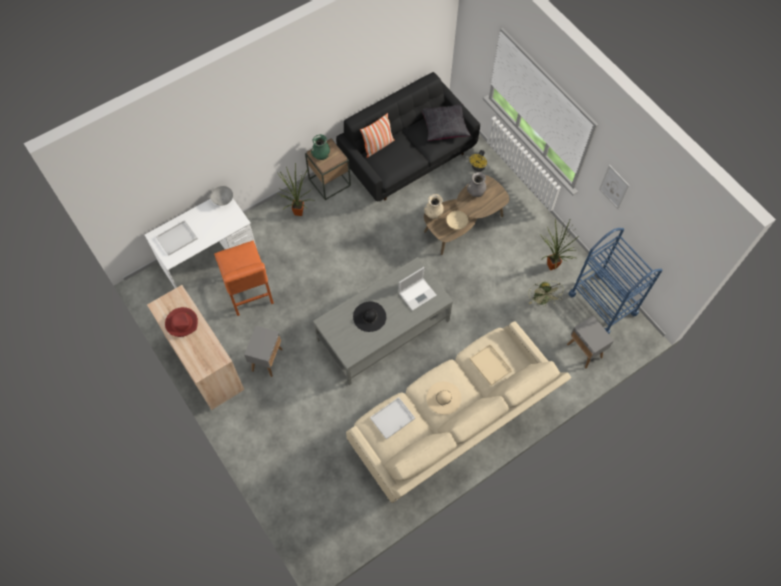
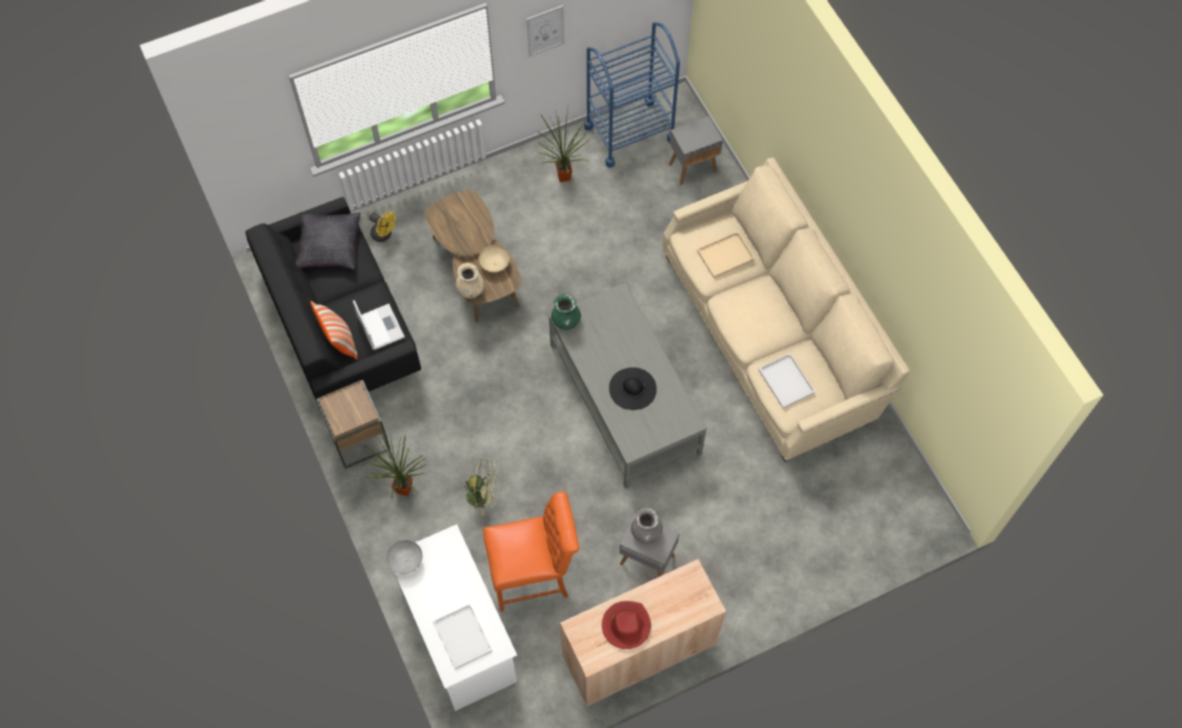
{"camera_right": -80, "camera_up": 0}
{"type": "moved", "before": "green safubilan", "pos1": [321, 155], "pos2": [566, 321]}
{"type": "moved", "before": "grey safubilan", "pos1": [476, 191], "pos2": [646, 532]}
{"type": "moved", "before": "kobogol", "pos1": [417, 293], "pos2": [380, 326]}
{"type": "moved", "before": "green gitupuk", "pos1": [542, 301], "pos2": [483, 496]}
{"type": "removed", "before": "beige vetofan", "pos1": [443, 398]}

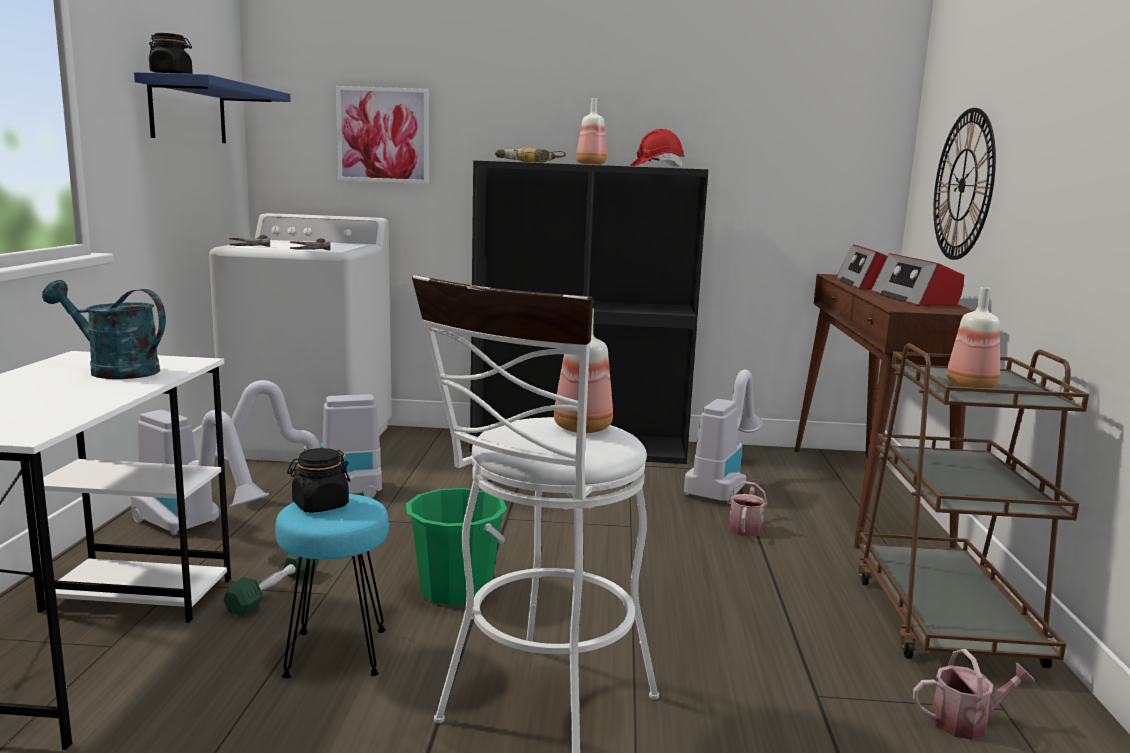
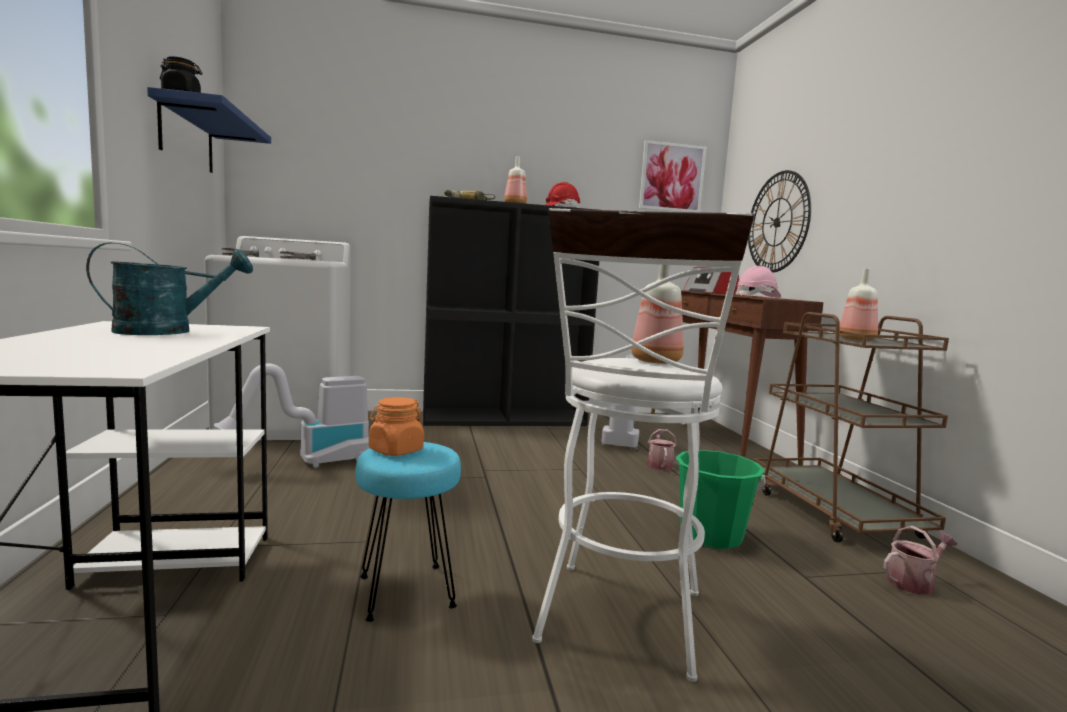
{"camera_right": -15, "camera_up": -5}
{"type": "moved", "before": "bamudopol", "pos1": [383, 135], "pos2": [671, 177]}
{"type": "replaced", "before": "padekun", "after": "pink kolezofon", "pos1": [914, 299], "pos2": [758, 296]}
{"type": "turned", "before": "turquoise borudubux", "pos1": [114, 370], "pos2": [168, 331], "turn": 150}
{"type": "removed", "before": "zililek", "pos1": [196, 528]}
{"type": "recoloured", "before": "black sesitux", "after": "orange sesitux", "pos1": [320, 505], "pos2": [396, 450]}
{"type": "moved", "before": "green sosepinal", "pos1": [455, 590], "pos2": [711, 536]}
{"type": "removed", "before": "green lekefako", "pos1": [274, 592]}

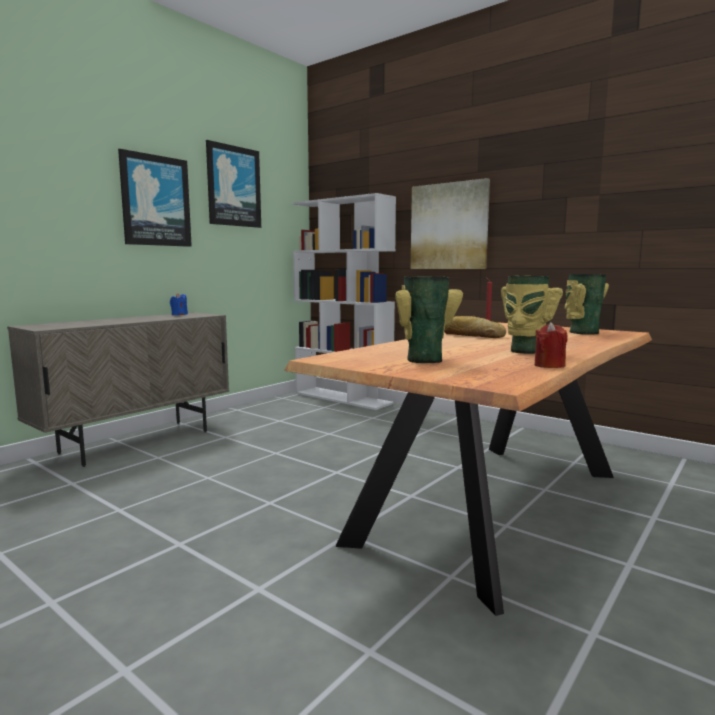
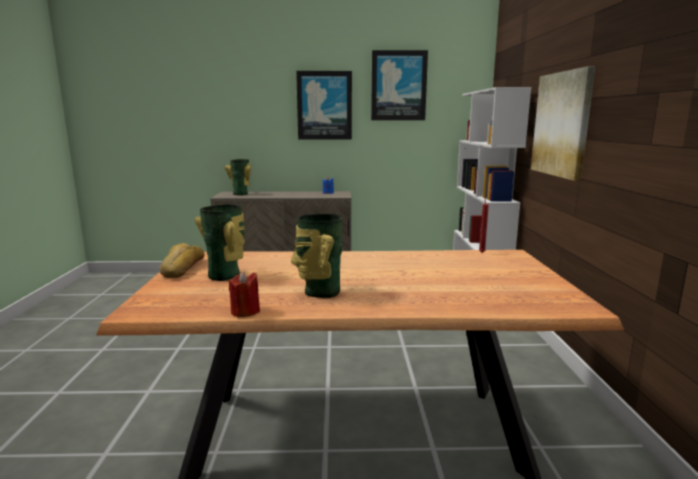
{"camera_right": 50, "camera_up": 5}
{"type": "moved", "before": "safubilan", "pos1": [582, 332], "pos2": [241, 194]}
{"type": "moved", "before": "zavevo", "pos1": [473, 335], "pos2": [181, 268]}

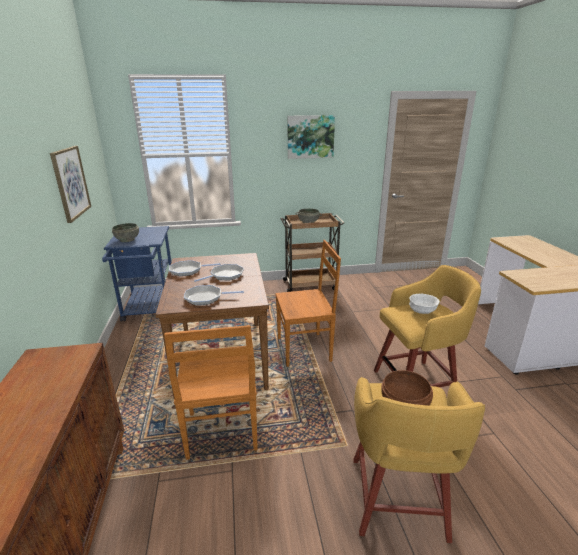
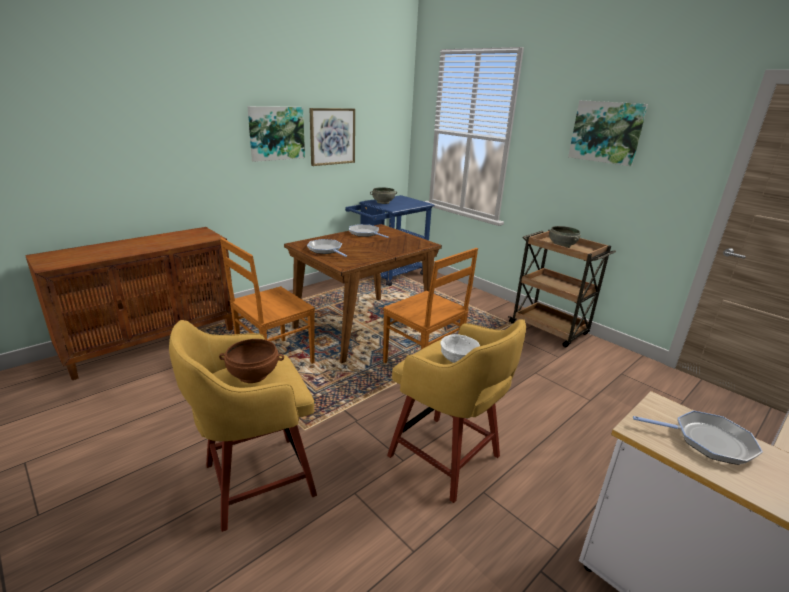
{"camera_right": 55, "camera_up": 0}
{"type": "moved", "before": "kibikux", "pos1": [225, 275], "pos2": [708, 441]}
{"type": "added", "after": "bamudopol", "pos2": [276, 133]}

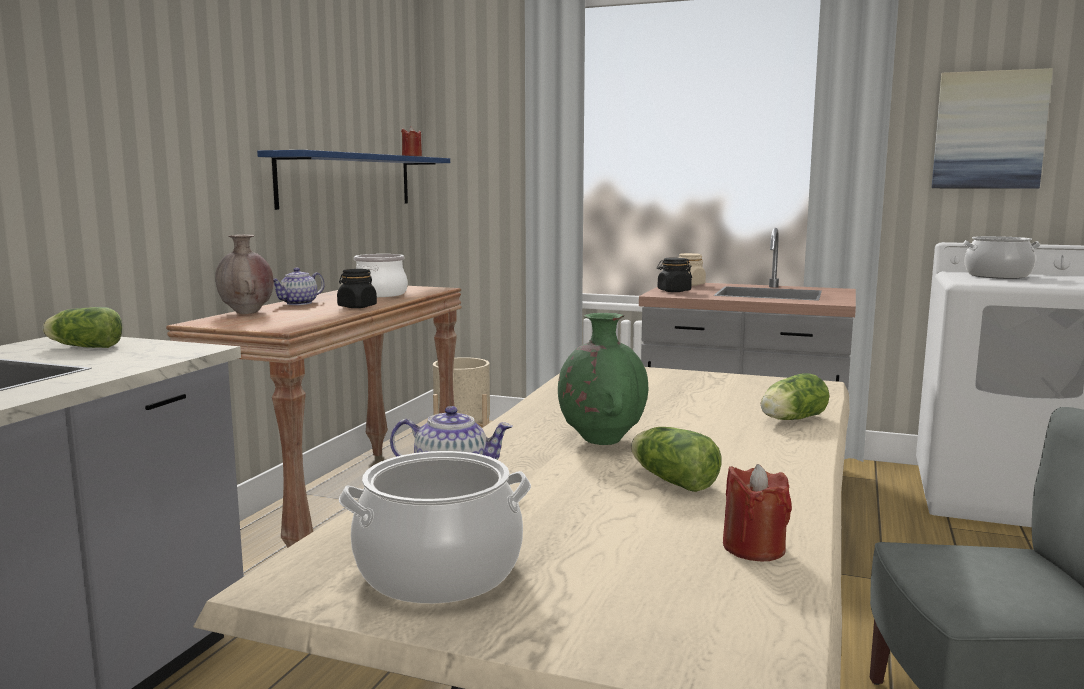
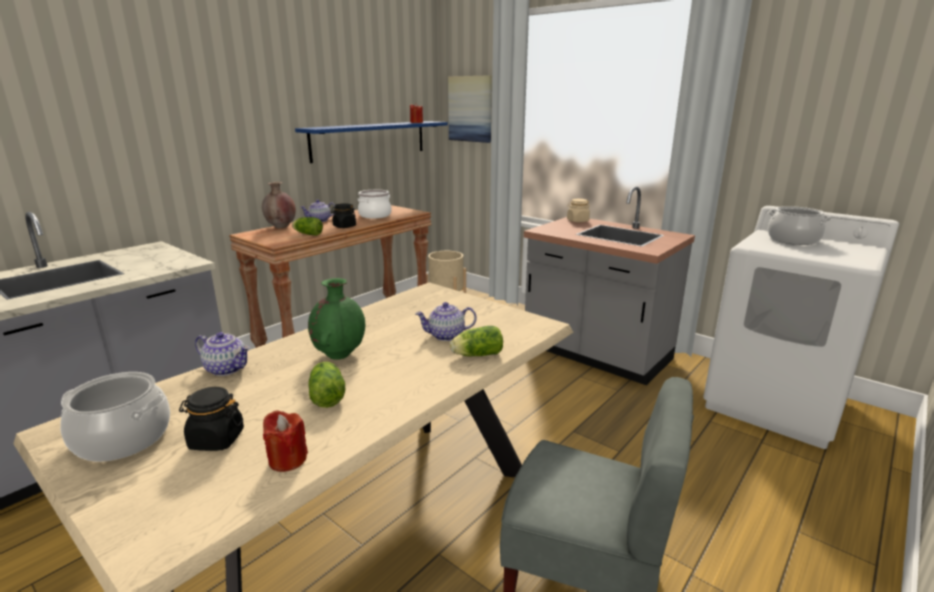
{"camera_right": 20, "camera_up": 10}
{"type": "moved", "before": "bamudopol", "pos1": [989, 130], "pos2": [470, 109]}
{"type": "moved", "before": "black sesitux", "pos1": [673, 291], "pos2": [216, 440]}
{"type": "moved", "before": "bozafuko", "pos1": [83, 347], "pos2": [307, 234]}
{"type": "added", "after": "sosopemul", "pos2": [446, 336]}

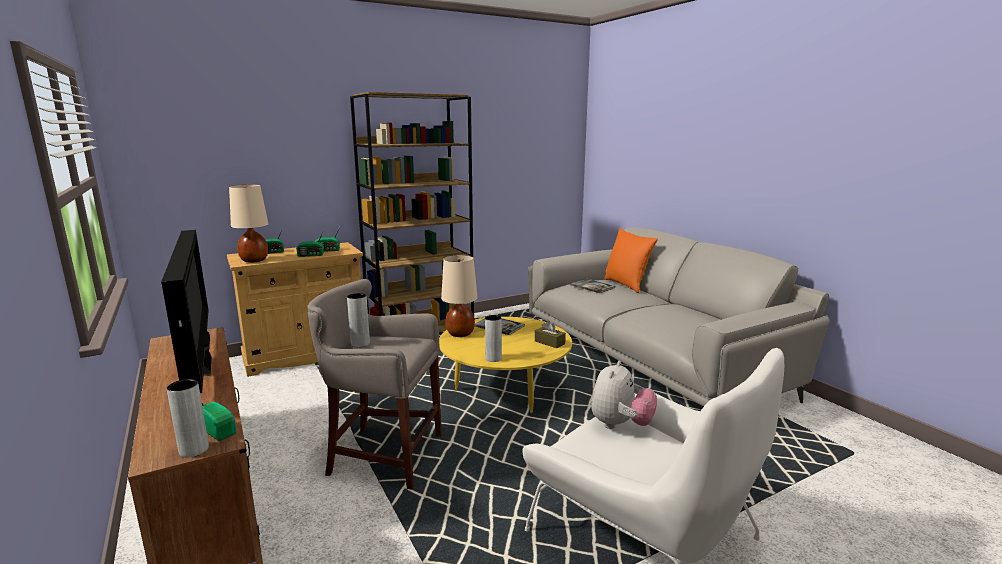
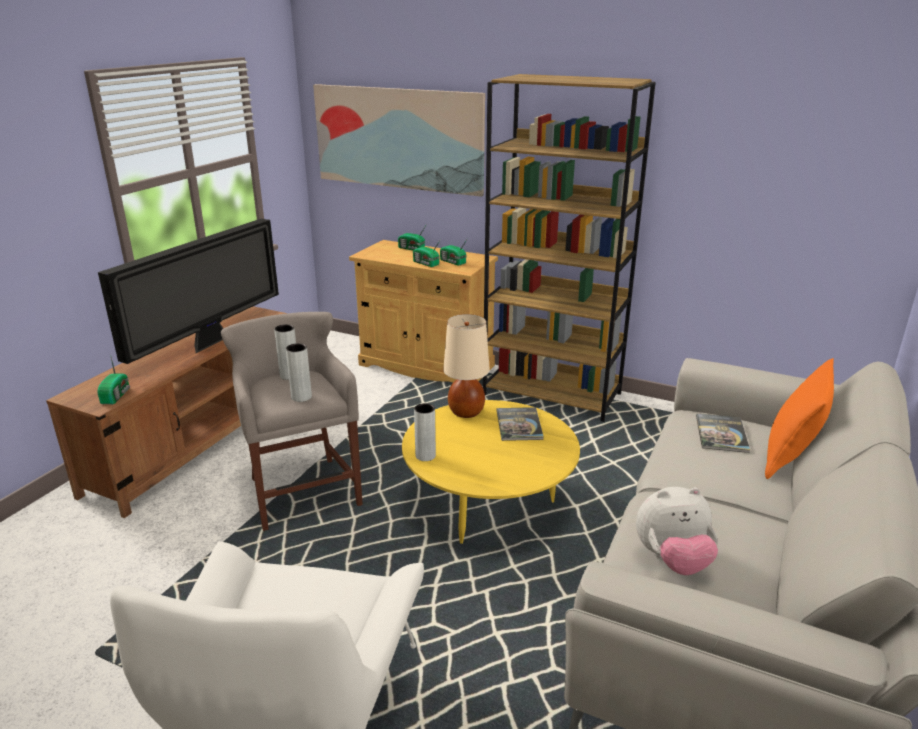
{"camera_right": 55, "camera_up": 10}
{"type": "removed", "before": "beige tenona", "pos1": [254, 260]}
{"type": "removed", "before": "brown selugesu", "pos1": [549, 342]}
{"type": "moved", "before": "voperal", "pos1": [620, 425], "pos2": [672, 560]}
{"type": "moved", "before": "grey safubilan", "pos1": [194, 450], "pos2": [301, 397]}
{"type": "added", "after": "bamudopol", "pos2": [398, 138]}

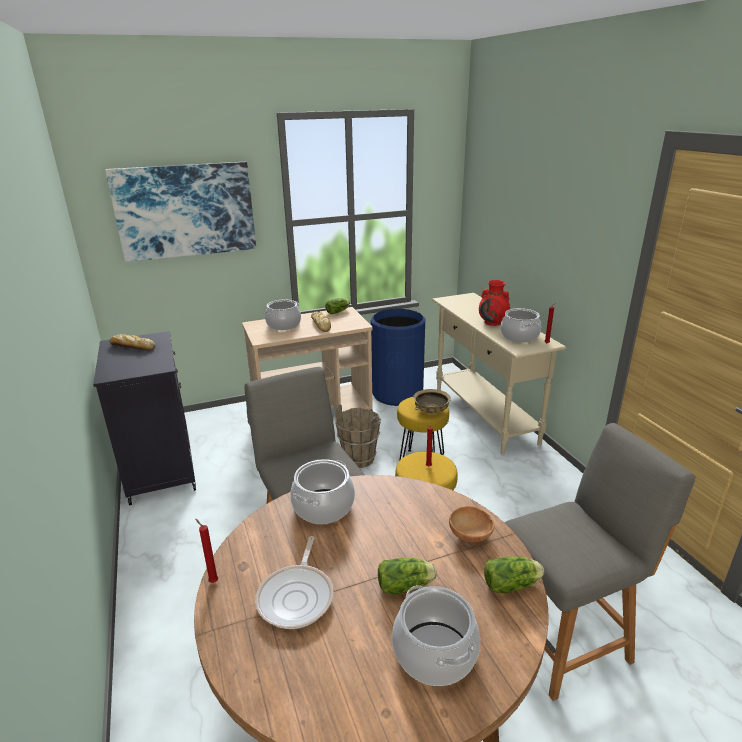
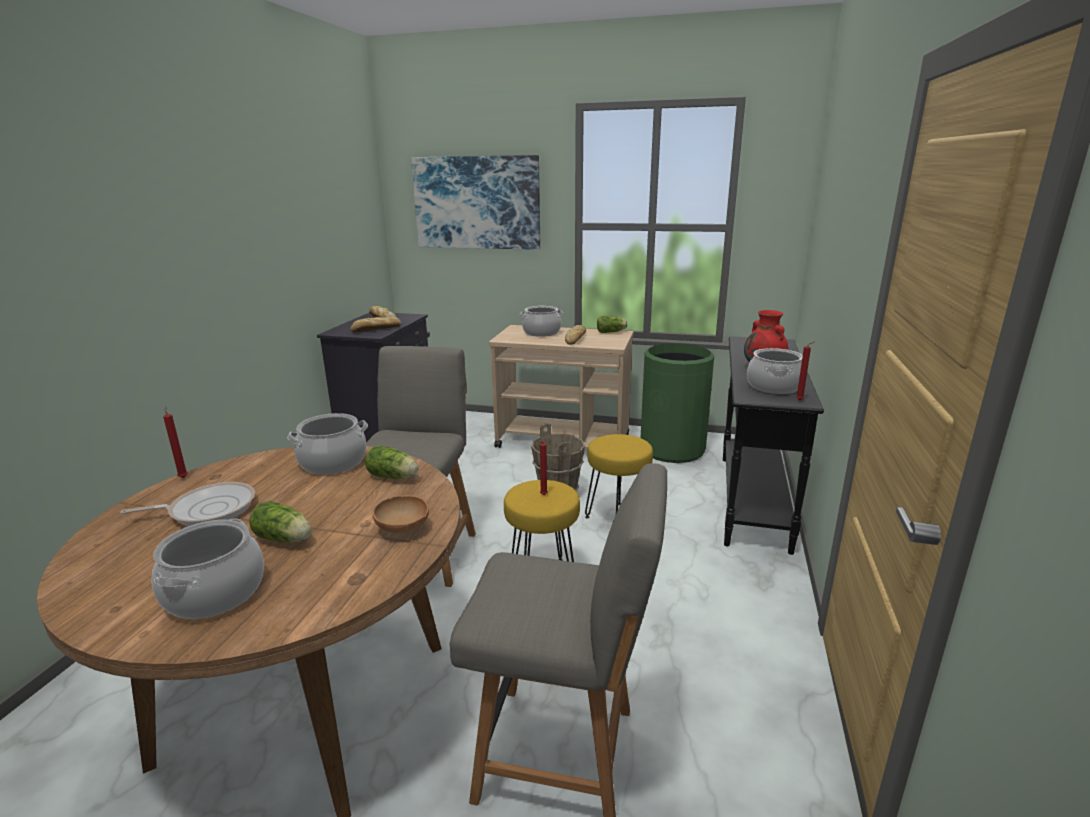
{"camera_right": 35, "camera_up": -5}
{"type": "recoloured", "before": "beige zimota", "after": "black zimota", "pos1": [484, 416], "pos2": [752, 501]}
{"type": "recoloured", "before": "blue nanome", "after": "green nanome", "pos1": [397, 393], "pos2": [672, 449]}
{"type": "removed", "before": "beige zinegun", "pos1": [431, 410]}
{"type": "turned", "before": "kibikux", "pos1": [297, 596], "pos2": [208, 509], "turn": -150}
{"type": "moved", "before": "bozafuko", "pos1": [513, 584], "pos2": [394, 477]}
{"type": "added", "after": "zavevo", "pos2": [375, 329]}

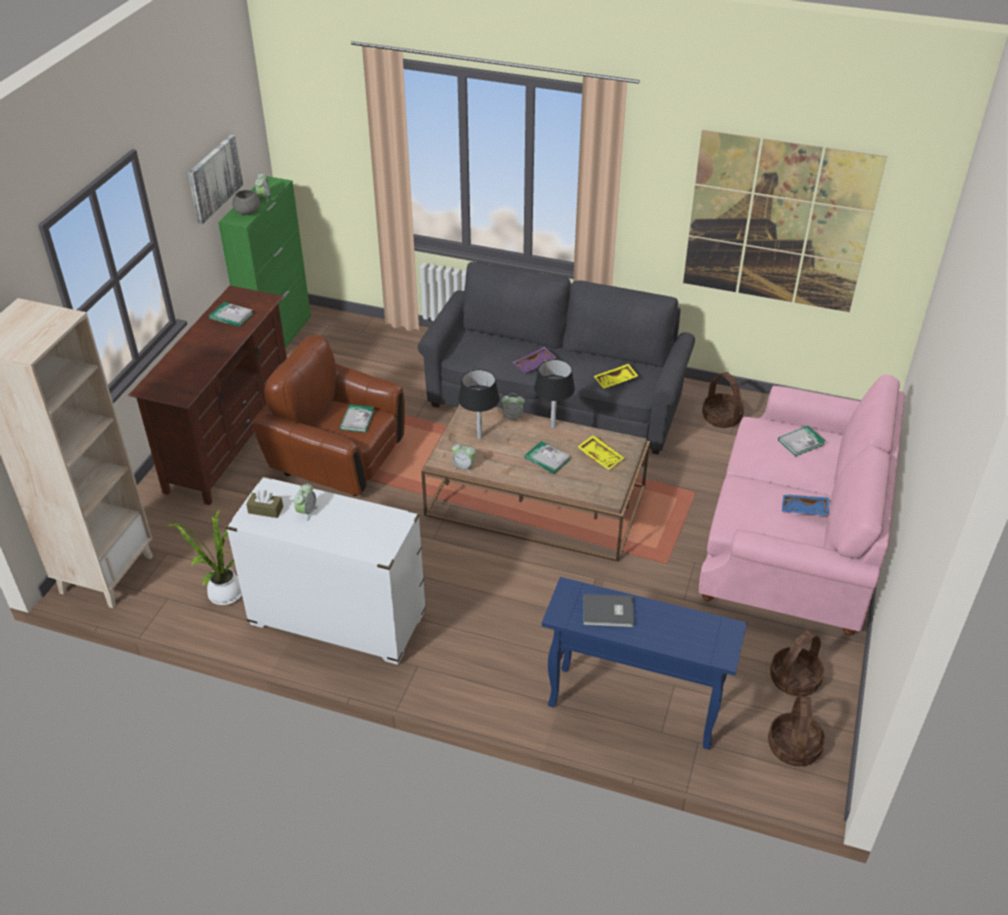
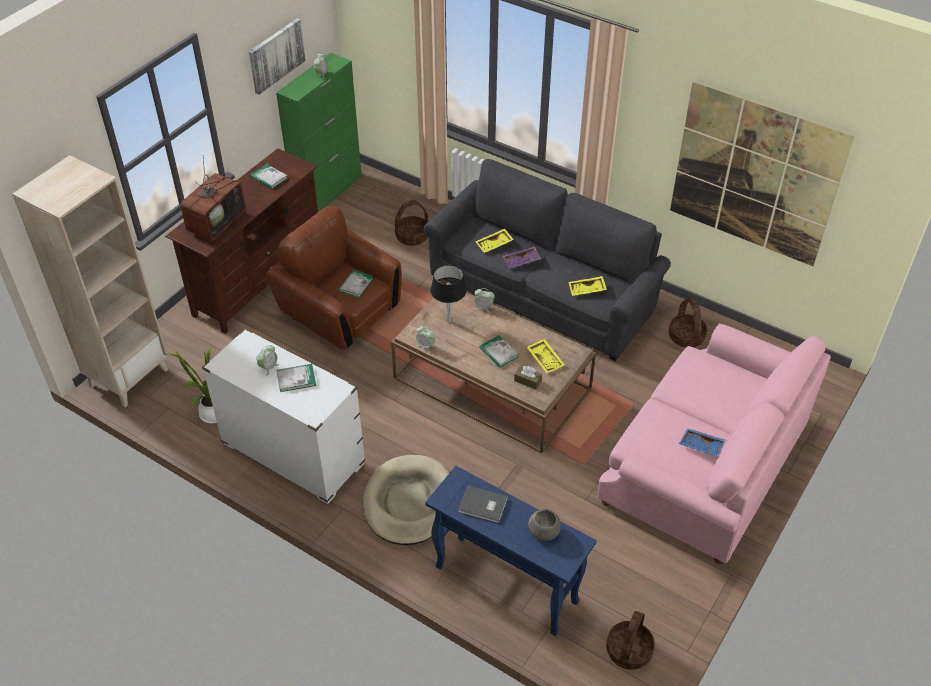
{"camera_right": 15, "camera_up": 5}
{"type": "moved", "before": "grey zinegun", "pos1": [247, 212], "pos2": [544, 532]}
{"type": "removed", "before": "black tenona", "pos1": [553, 426]}
{"type": "moved", "before": "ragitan", "pos1": [801, 442], "pos2": [296, 379]}
{"type": "moved", "before": "brown selugesu", "pos1": [265, 510], "pos2": [527, 381]}
{"type": "moved", "before": "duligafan", "pos1": [794, 679], "pos2": [412, 237]}
{"type": "added", "after": "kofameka", "pos2": [217, 221]}
{"type": "added", "after": "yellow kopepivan", "pos2": [494, 245]}
{"type": "added", "after": "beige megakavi", "pos2": [409, 502]}

